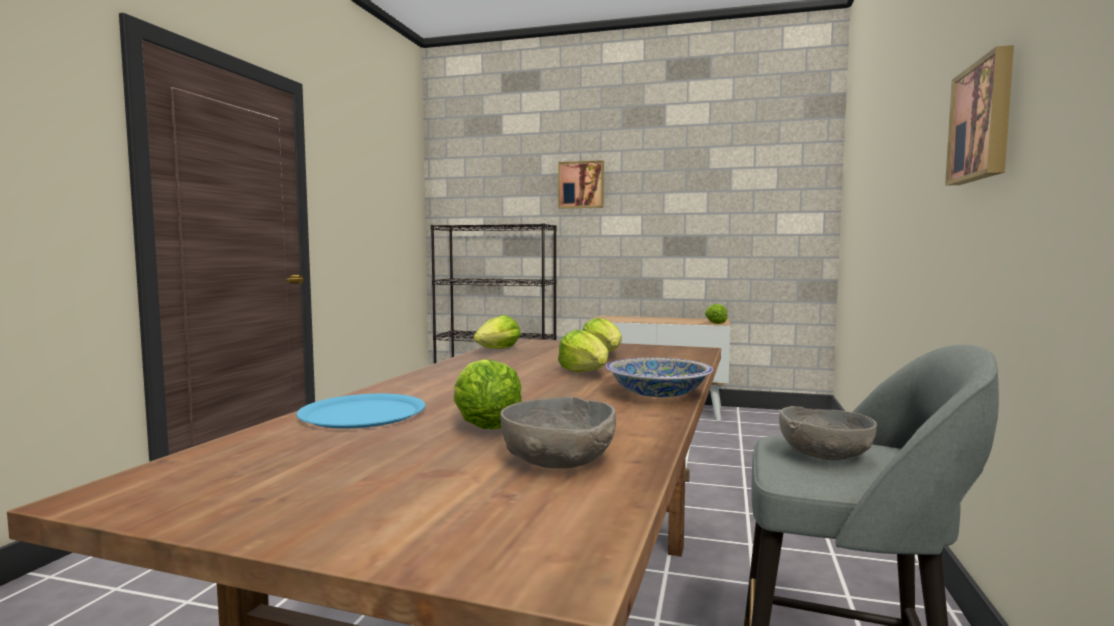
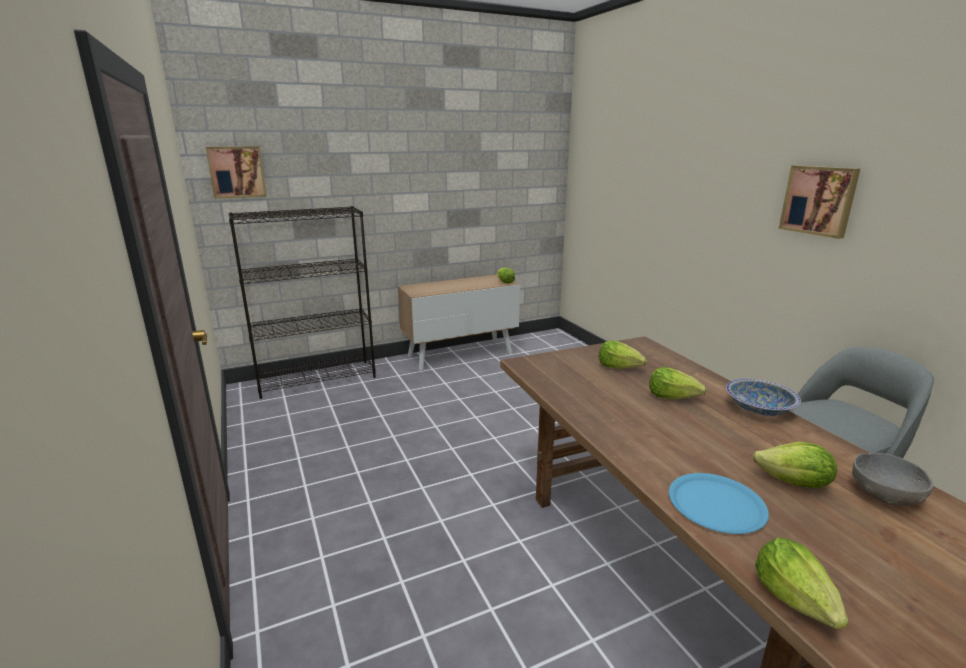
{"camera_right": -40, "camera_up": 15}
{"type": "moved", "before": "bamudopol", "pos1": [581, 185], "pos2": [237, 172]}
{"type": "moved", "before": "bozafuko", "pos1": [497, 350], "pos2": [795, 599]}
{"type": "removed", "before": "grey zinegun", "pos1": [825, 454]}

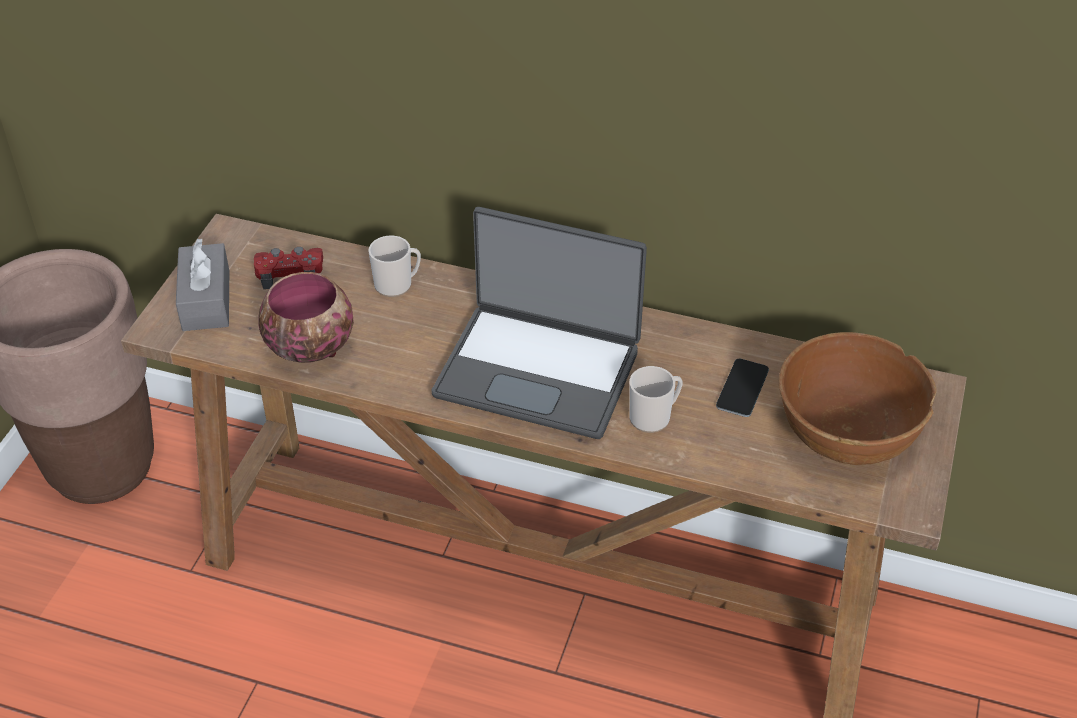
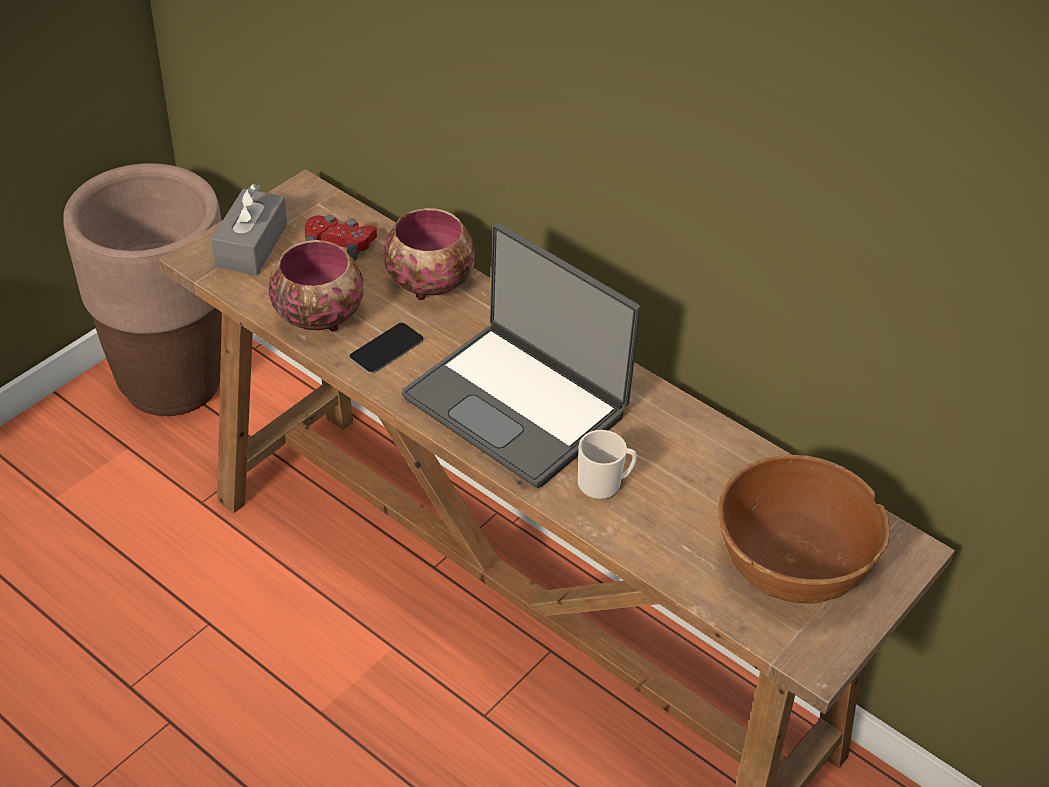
{"camera_right": 20, "camera_up": 0}
{"type": "replaced", "before": "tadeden", "after": "zinegun", "pos1": [397, 284], "pos2": [431, 282]}
{"type": "moved", "before": "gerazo", "pos1": [742, 388], "pos2": [386, 349]}

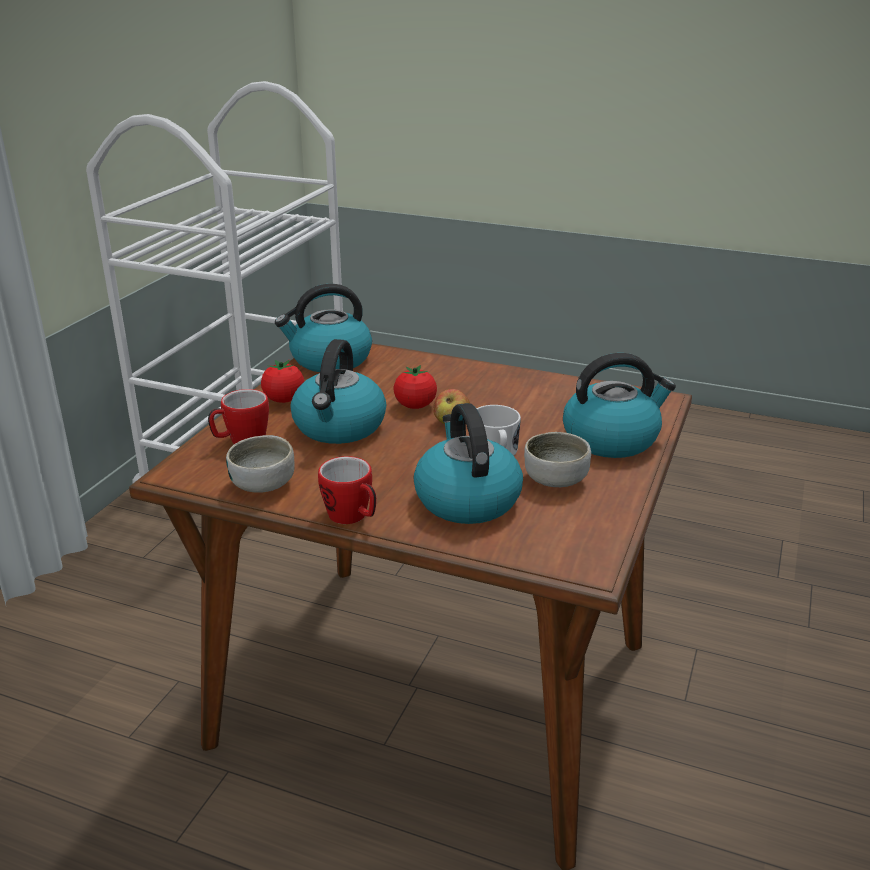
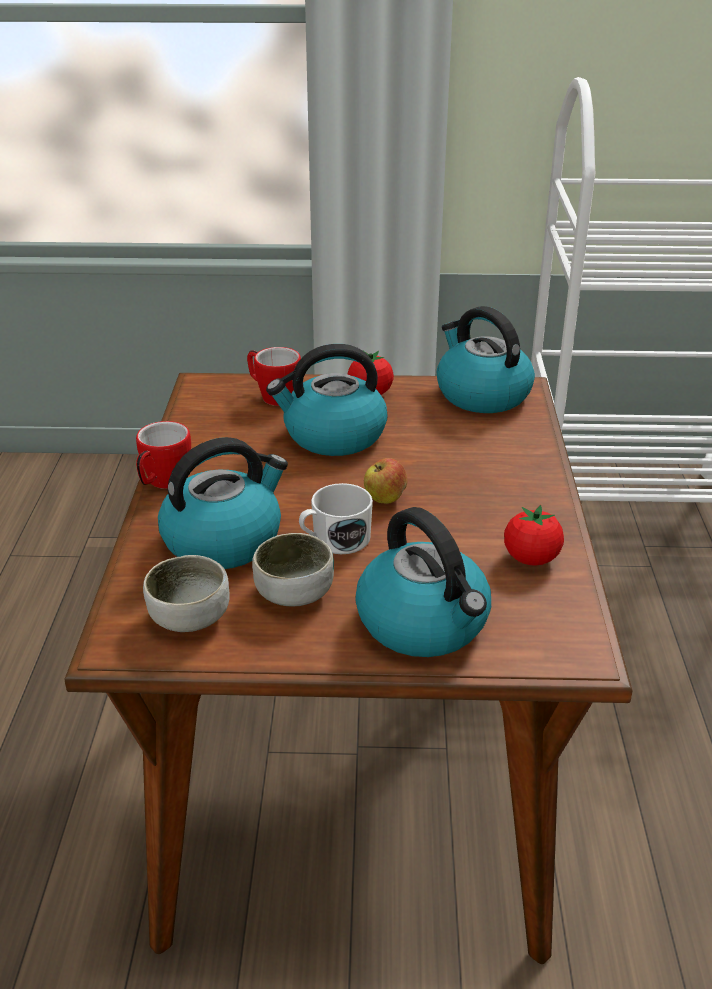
{"camera_right": 70, "camera_up": 5}
{"type": "moved", "before": "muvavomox", "pos1": [415, 406], "pos2": [531, 558]}
{"type": "moved", "before": "zinegun", "pos1": [263, 484], "pos2": [189, 617]}

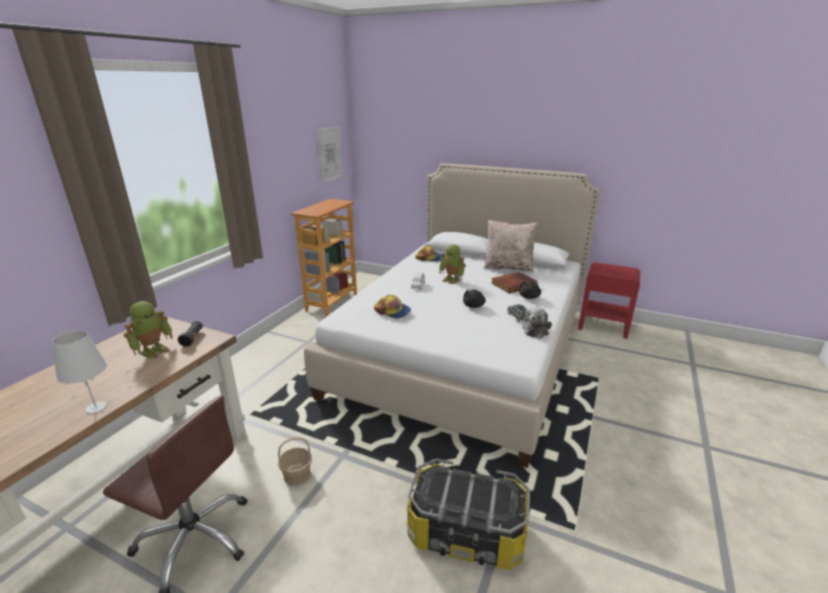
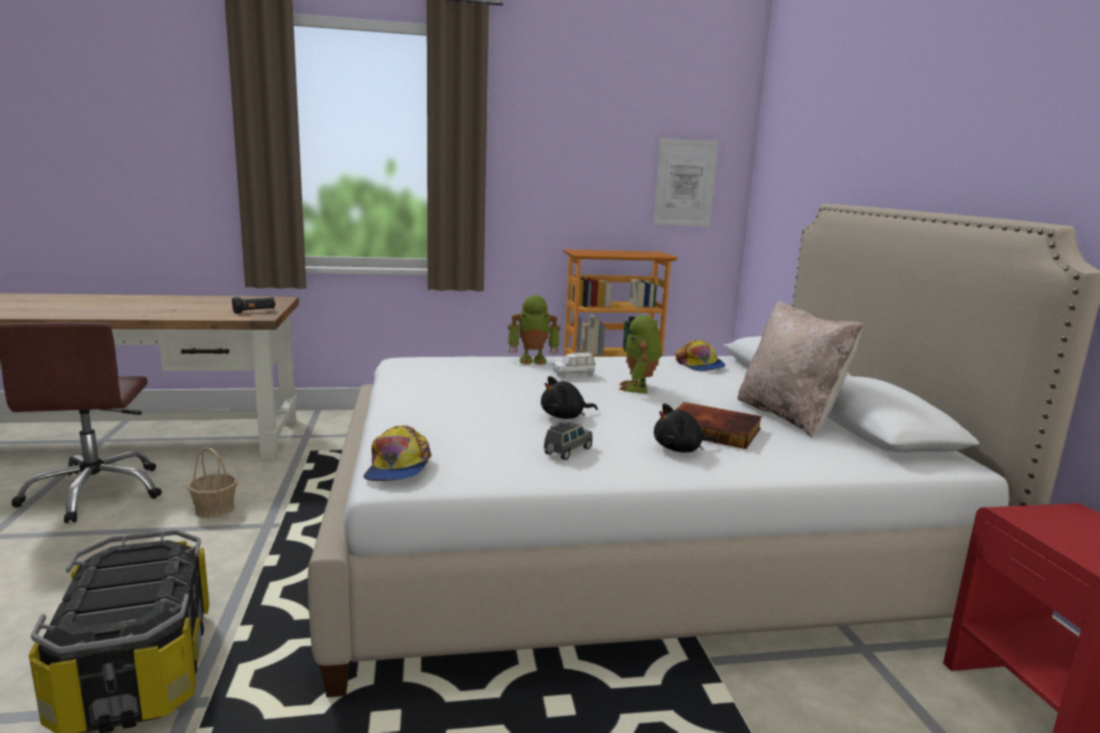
{"camera_right": 55, "camera_up": -10}
{"type": "moved", "before": "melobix", "pos1": [393, 311], "pos2": [398, 467]}
{"type": "moved", "before": "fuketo", "pos1": [154, 350], "pos2": [533, 360]}
{"type": "removed", "before": "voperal", "pos1": [536, 330]}
{"type": "removed", "before": "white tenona", "pos1": [96, 408]}

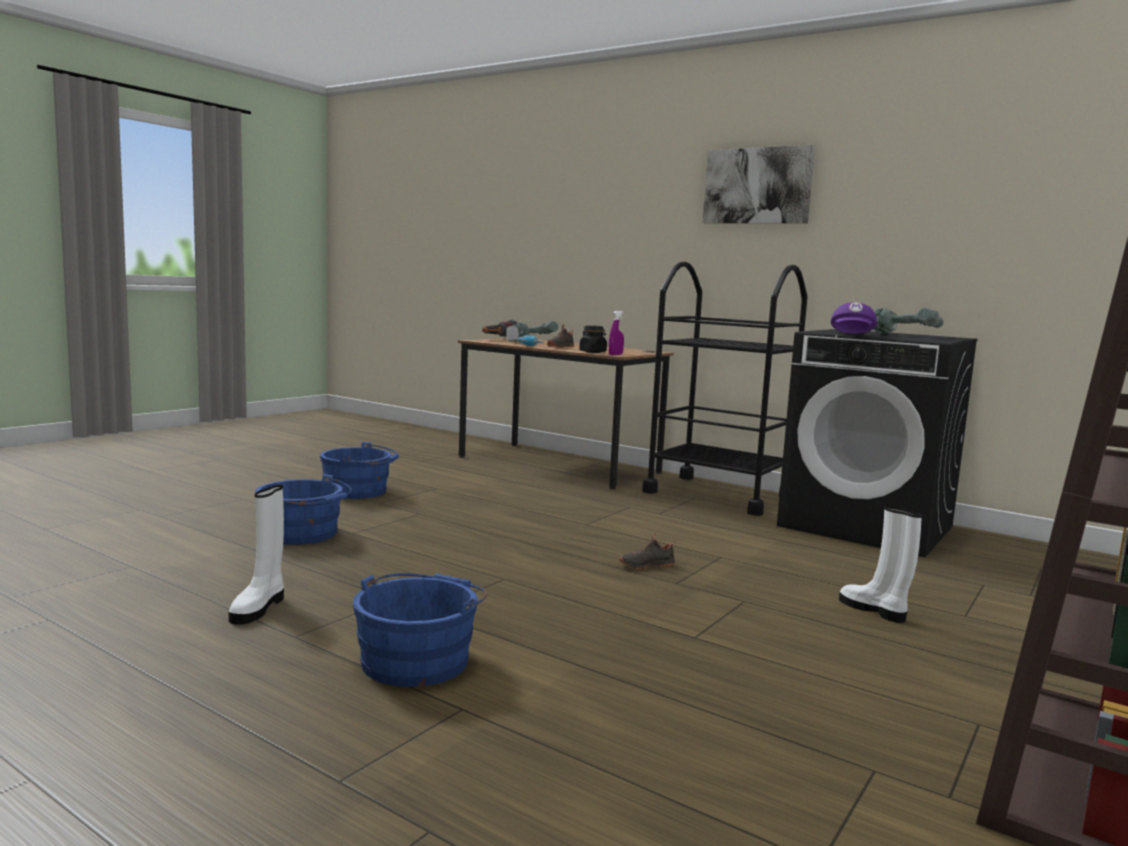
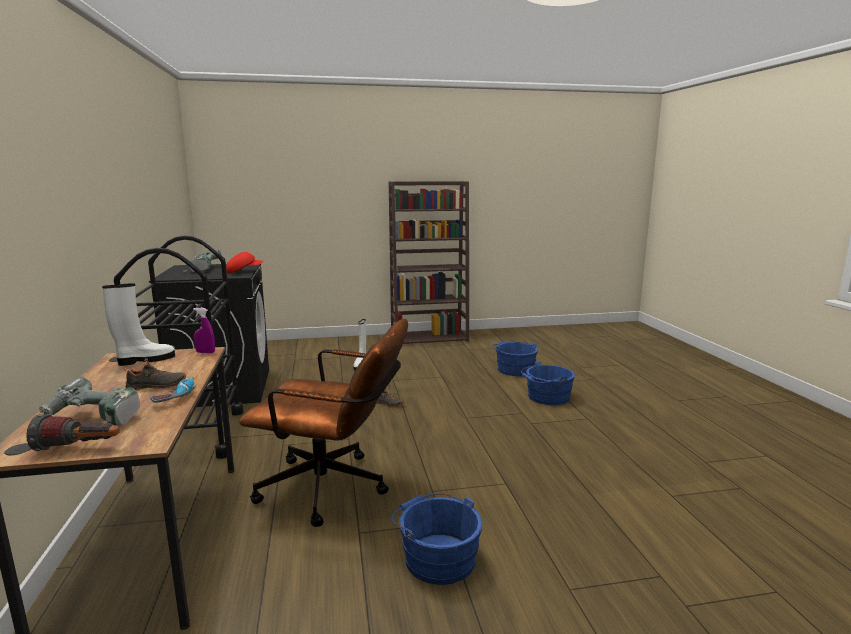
{"camera_right": -135, "camera_up": 5}
{"type": "removed", "before": "bamudopol", "pos1": [757, 186]}
{"type": "recoloured", "before": "purple melobix", "after": "red melobix", "pos1": [853, 334], "pos2": [243, 271]}
{"type": "removed", "before": "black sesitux", "pos1": [593, 352]}
{"type": "moved", "before": "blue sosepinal", "pos1": [303, 534], "pos2": [514, 369]}
{"type": "moved", "before": "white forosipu", "pos1": [259, 608], "pos2": [145, 360]}
{"type": "added", "after": "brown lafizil", "pos2": [334, 489]}

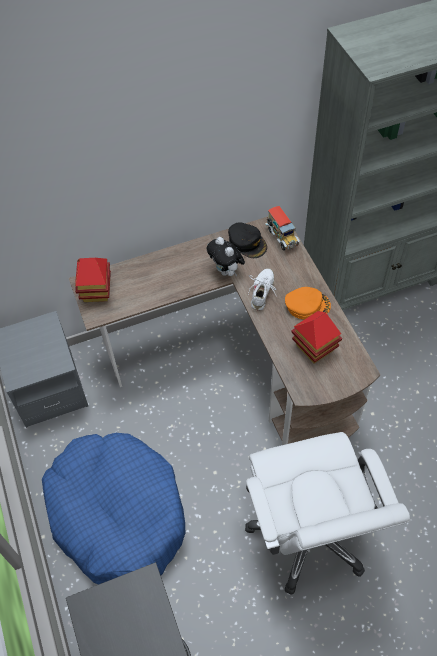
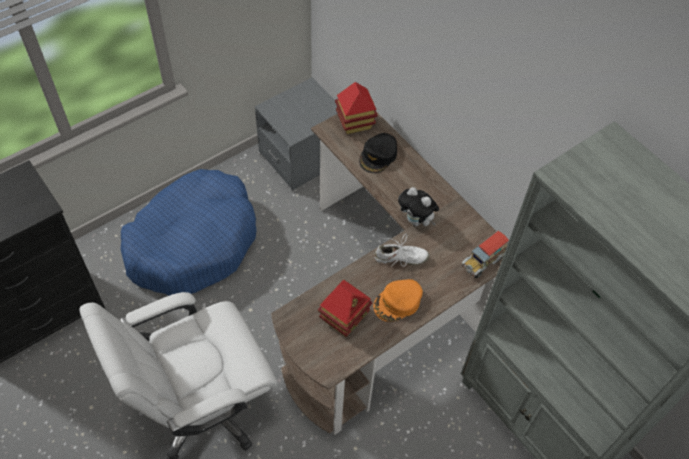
{"camera_right": 70, "camera_up": 0}
{"type": "moved", "before": "black melobix", "pos1": [247, 243], "pos2": [378, 156]}
{"type": "turned", "before": "voperal", "pos1": [226, 271], "pos2": [416, 221], "turn": -90}
{"type": "turned", "before": "orange melobix", "pos1": [307, 305], "pos2": [398, 303], "turn": 75}

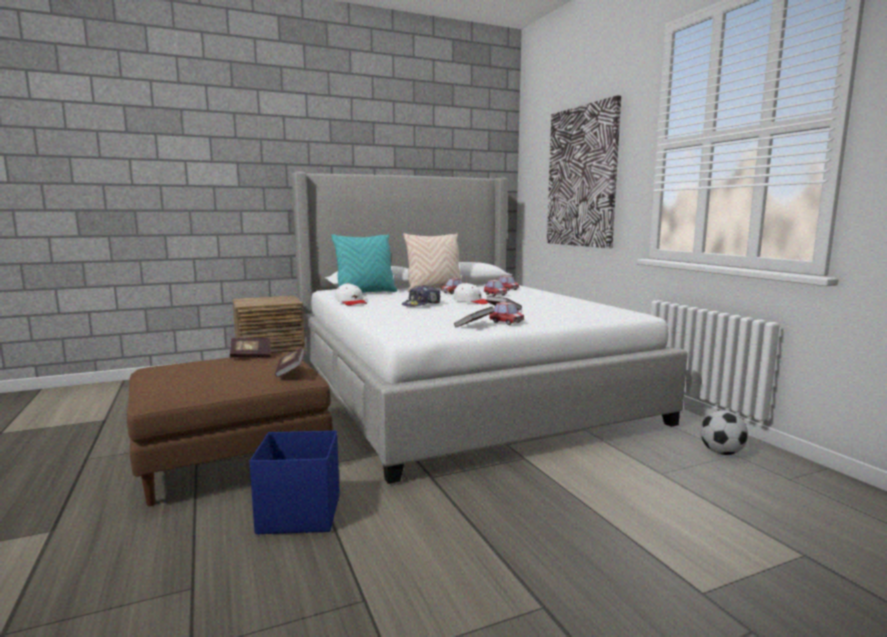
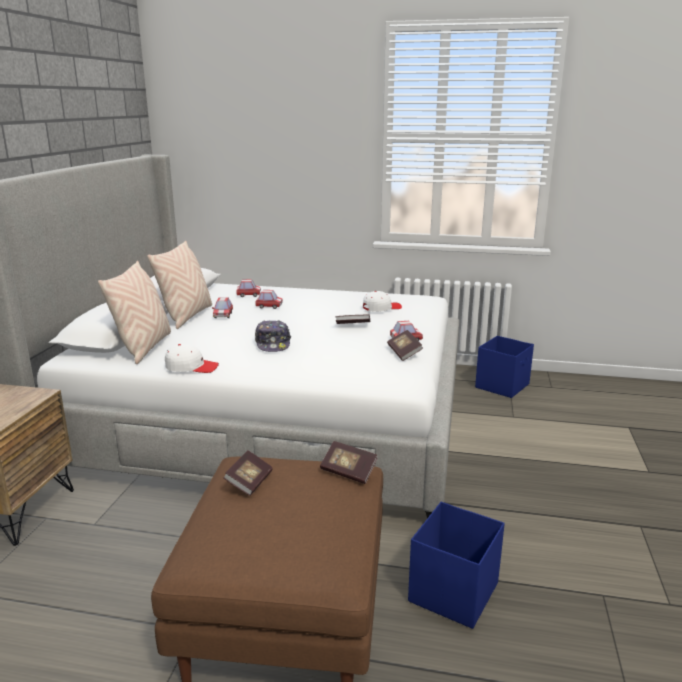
{"camera_right": -55, "camera_up": 10}
{"type": "removed", "before": "bamudopol", "pos1": [582, 177]}
{"type": "recoloured", "before": "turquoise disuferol", "after": "beige disuferol", "pos1": [365, 293], "pos2": [144, 348]}
{"type": "moved", "before": "white melobix", "pos1": [472, 301], "pos2": [381, 308]}
{"type": "replaced", "before": "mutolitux", "after": "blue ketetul", "pos1": [721, 452], "pos2": [503, 386]}

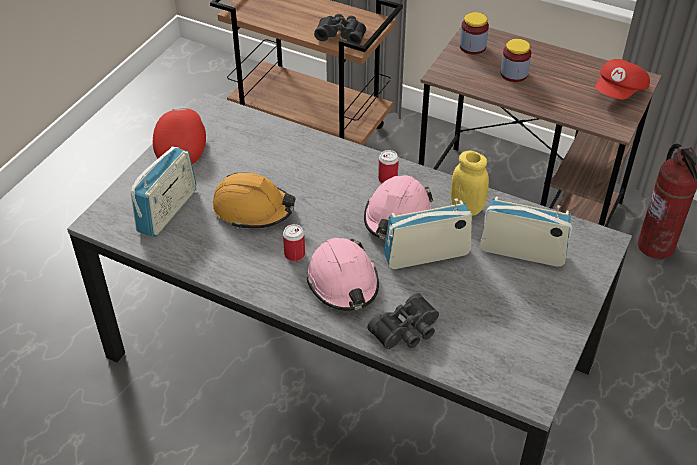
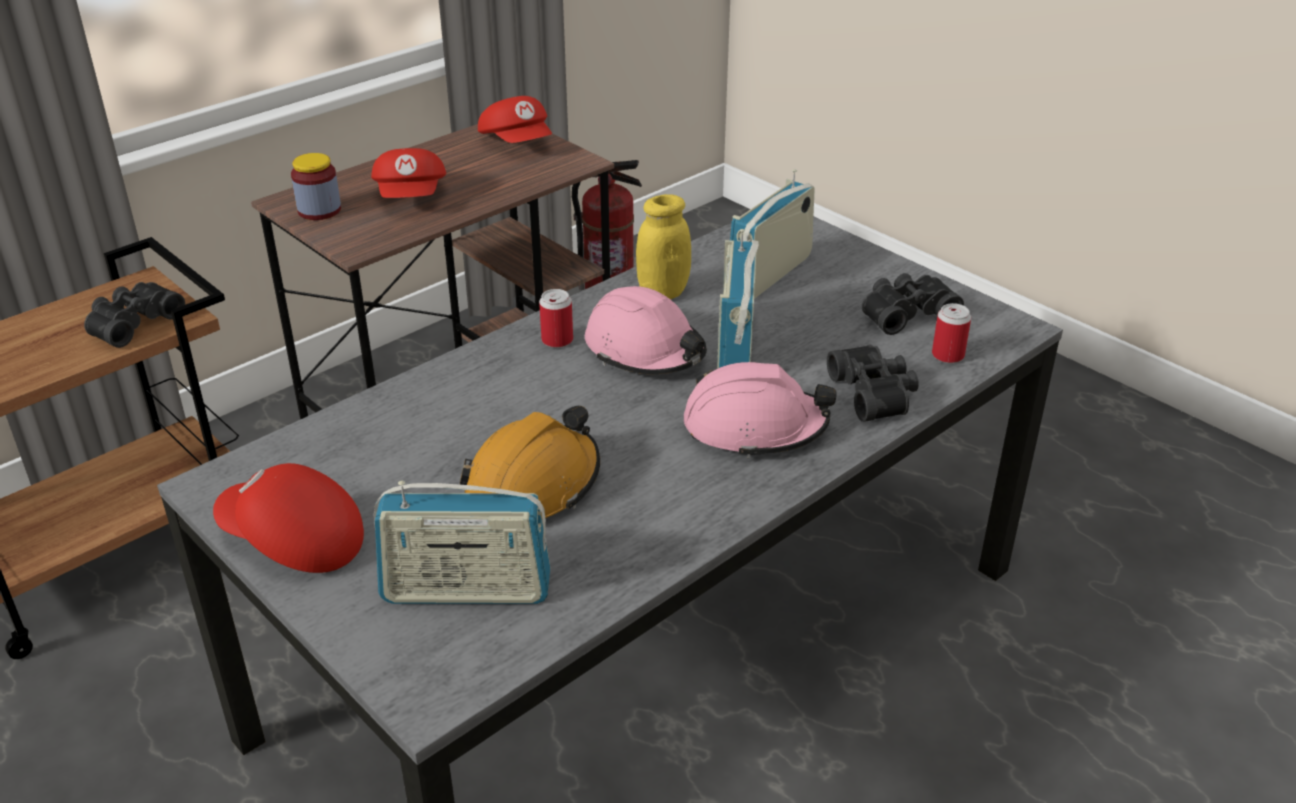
{"camera_right": -70, "camera_up": -10}
{"type": "replaced", "before": "sesitux", "after": "red melobix", "pos1": [513, 74], "pos2": [412, 197]}
{"type": "turned", "before": "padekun", "pos1": [167, 211], "pos2": [466, 590], "turn": 135}
{"type": "moved", "before": "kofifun", "pos1": [294, 254], "pos2": [947, 355]}
{"type": "added", "after": "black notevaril", "pos2": [905, 313]}

